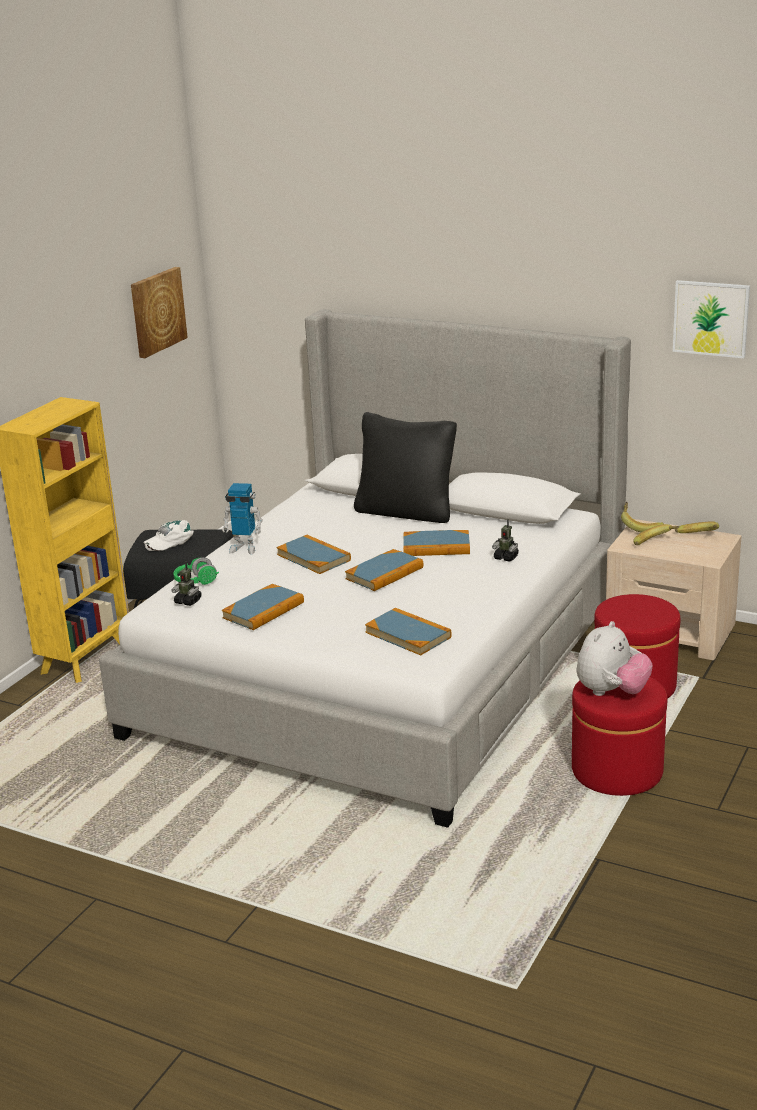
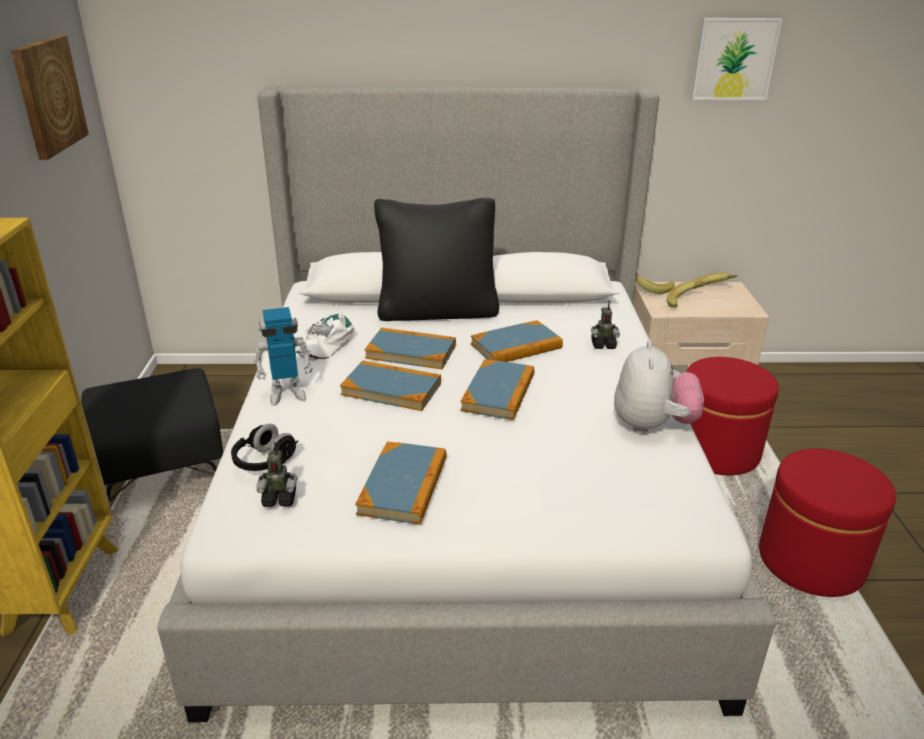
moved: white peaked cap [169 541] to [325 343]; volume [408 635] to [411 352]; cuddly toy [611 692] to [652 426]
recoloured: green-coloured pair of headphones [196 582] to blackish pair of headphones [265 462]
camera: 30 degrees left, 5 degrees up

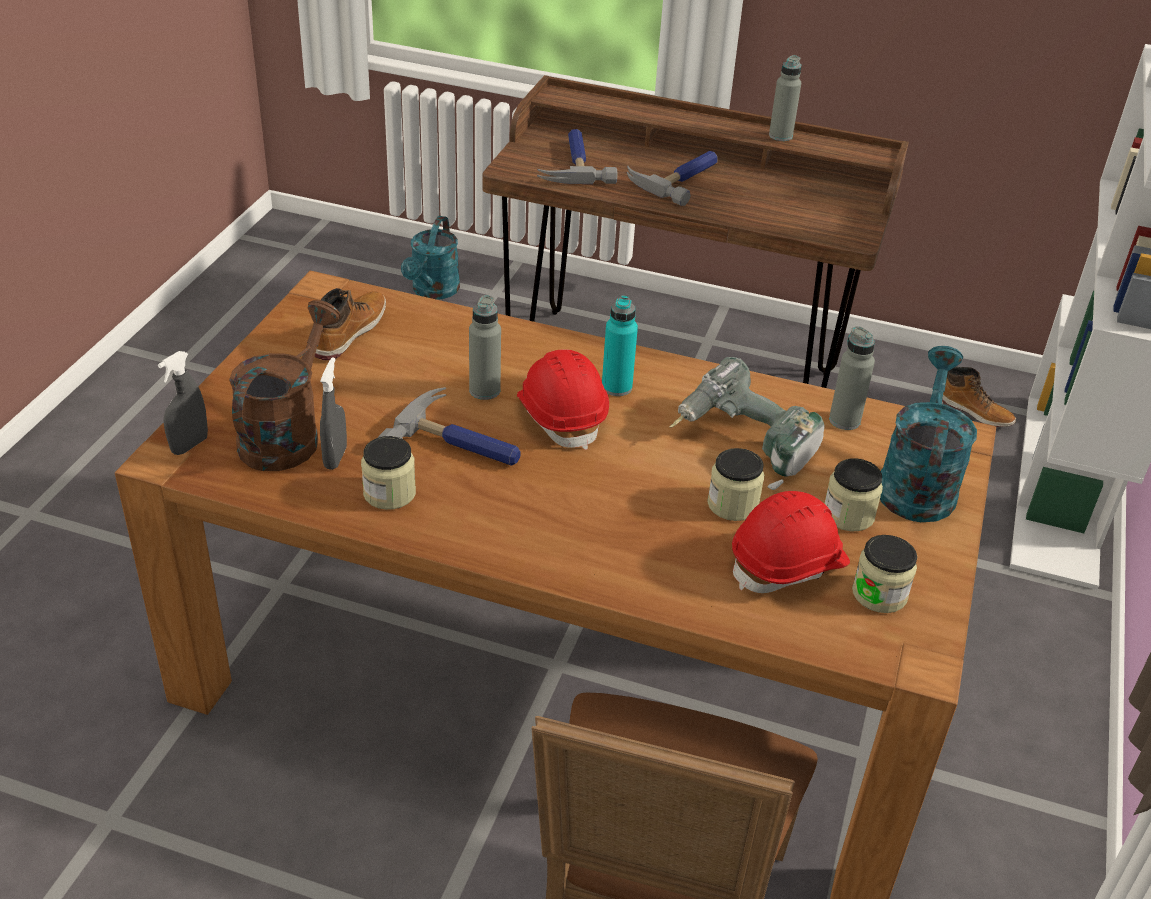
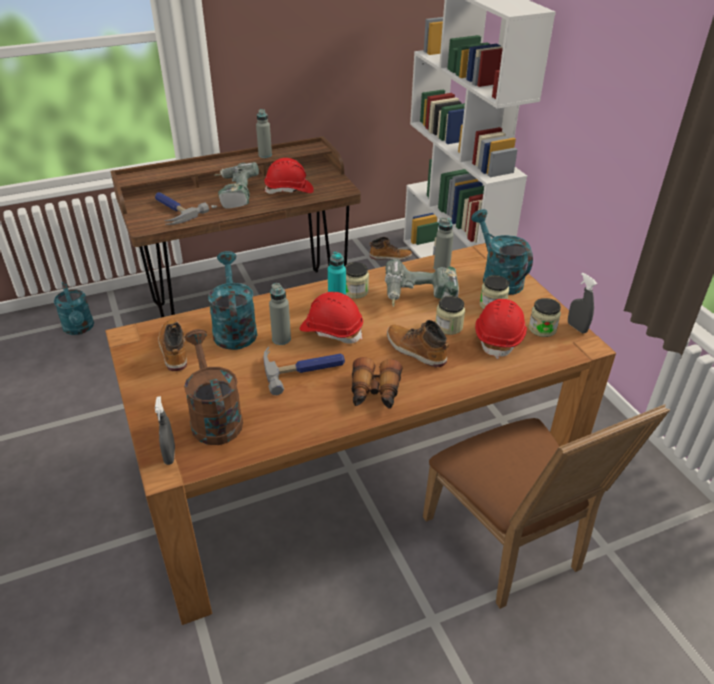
added: blue-green sprinkling can [234 328]; red hard hat [289 190]; binoculars [374 393]; tall boot [415 351]
moved: greyish spray bottle [335 457] to [577 327]; preserve jar [389 493] to [355 291]
replaced: hammer [679 178] to electric drill [234 196]
camera: 40 degrees left, 0 degrees up

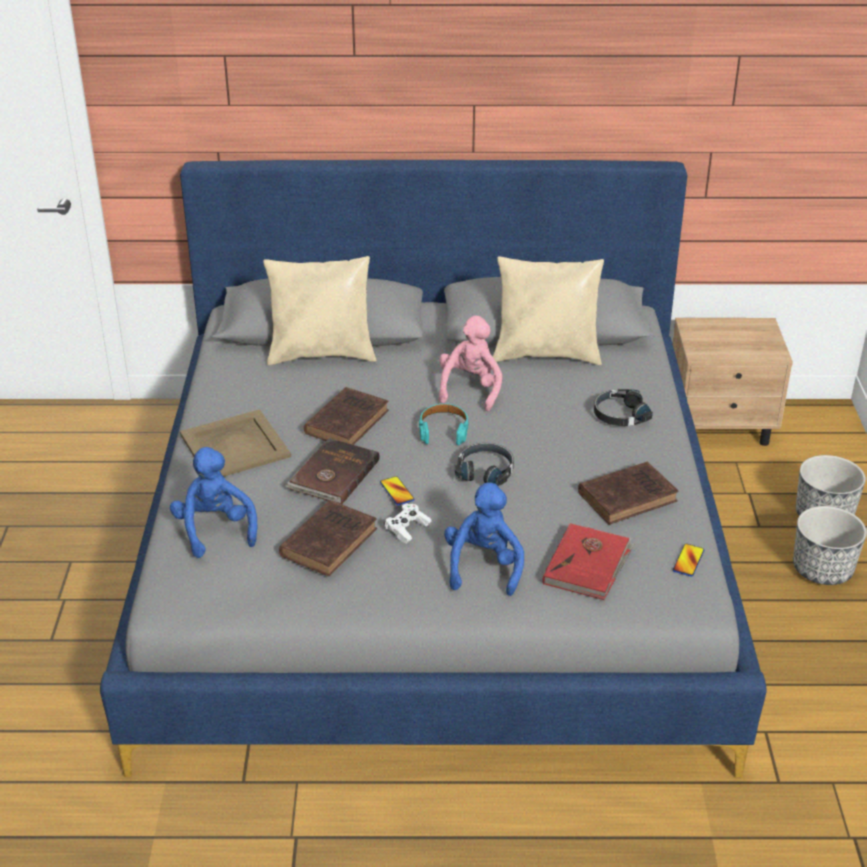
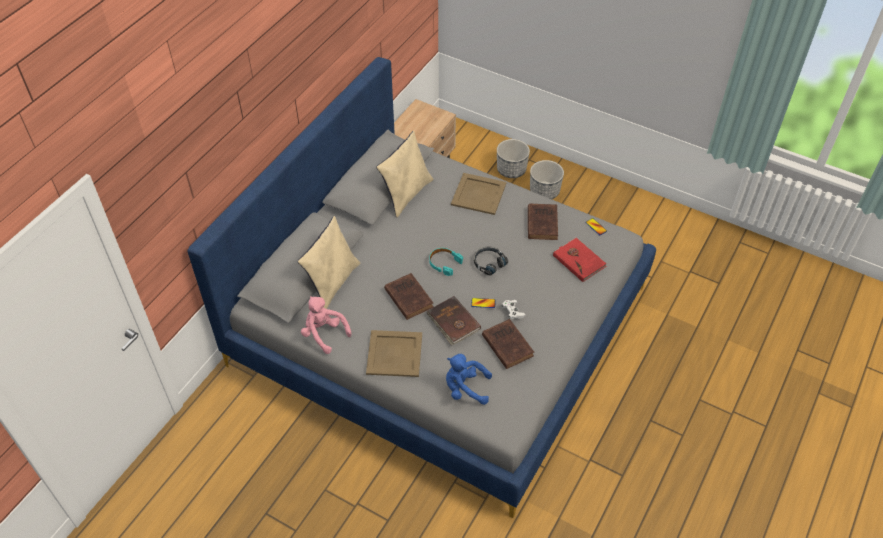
removed: bluish cuddly toy [483 566]
moved: pinkish cuddly toy [470 389] to [324 333]
replaced: blackish pair of headphones [620 415] to beige serving tray [478 194]
camera: 60 degrees left, 15 degrees up

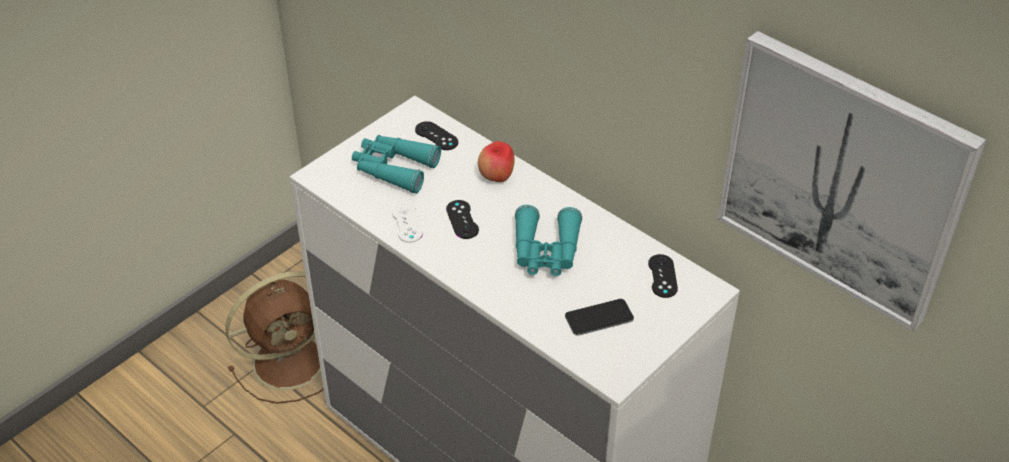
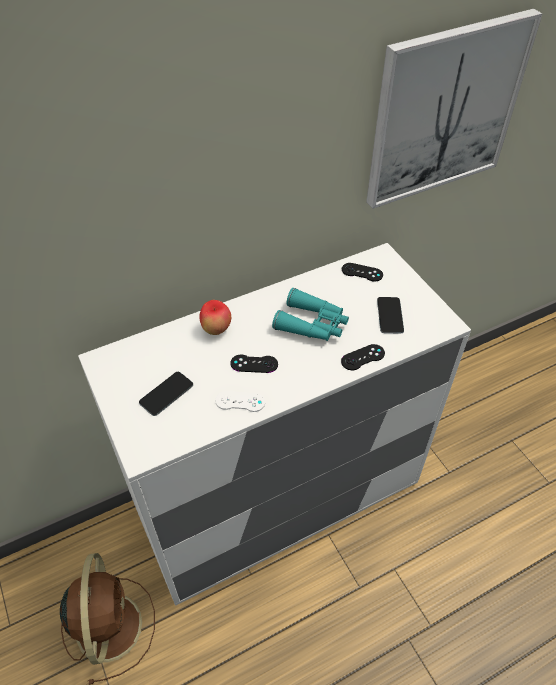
moved: blackish gamepad [436 136] to [363 357]
replaced: blue-green binoculars [393 168] to telephone [166 394]
camera: 70 degrees left, 5 degrees up

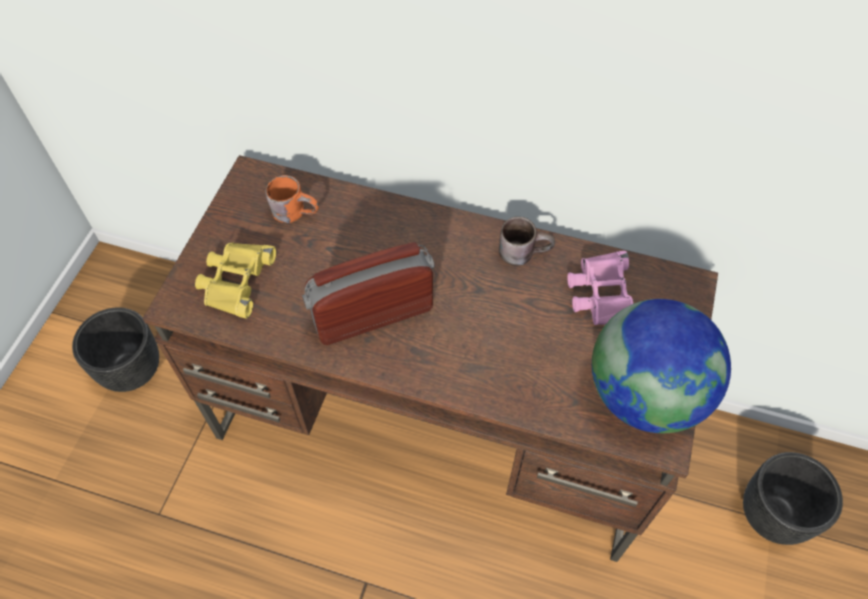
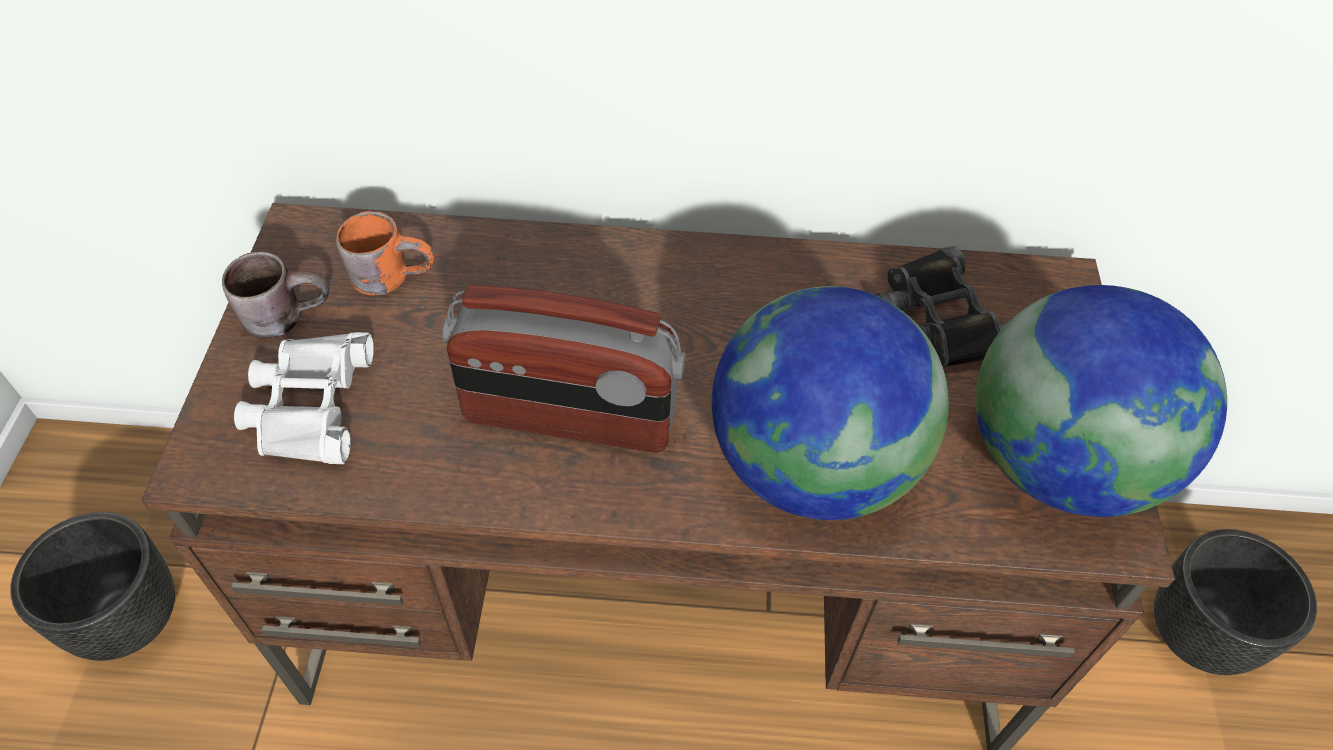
added: desk globe [812 465]
moved: brownish mug [523 251] to [286 313]
recoloured: yellow binoculars [235 281] to white binoculars [308 405]; pinkish binoculars [602 294] to blackish binoculars [934 320]
turned: radio receiver [373 314] = [569 418] 135 degrees counterclockwise
camera: 15 degrees left, 5 degrees down

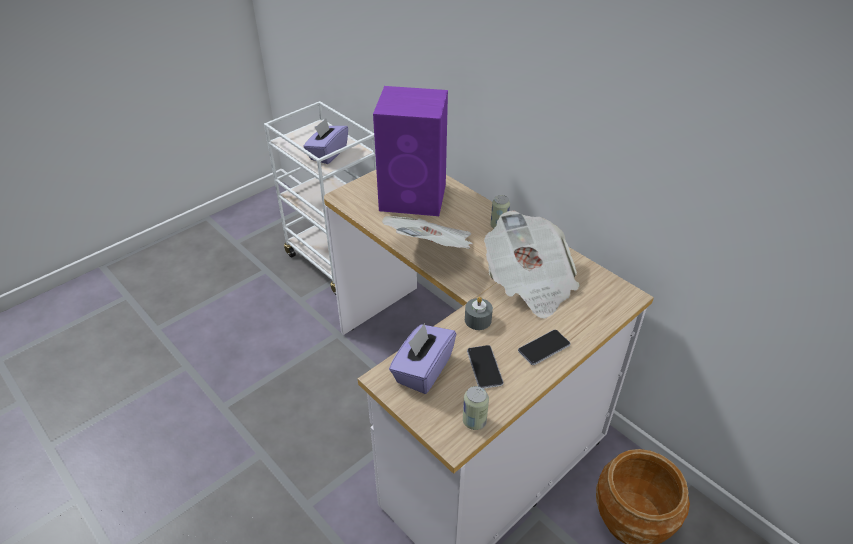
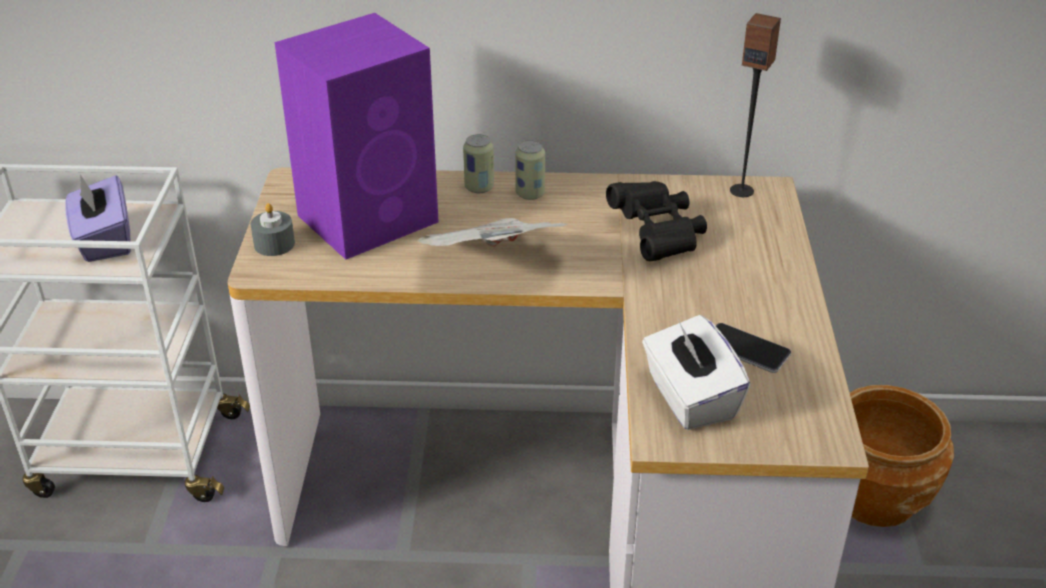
removed: telephone [544 348]
added: loudspeaker [742 190]
moved: metal can [474 421] to [479 187]; greyish candle [478 320] to [274 244]
replaced: newspaper [529 283] to blackish binoculars [658 235]
recoloured: purplish tissue box [422 370] to white tissue box [689 398]
camera: 45 degrees left, 5 degrees down

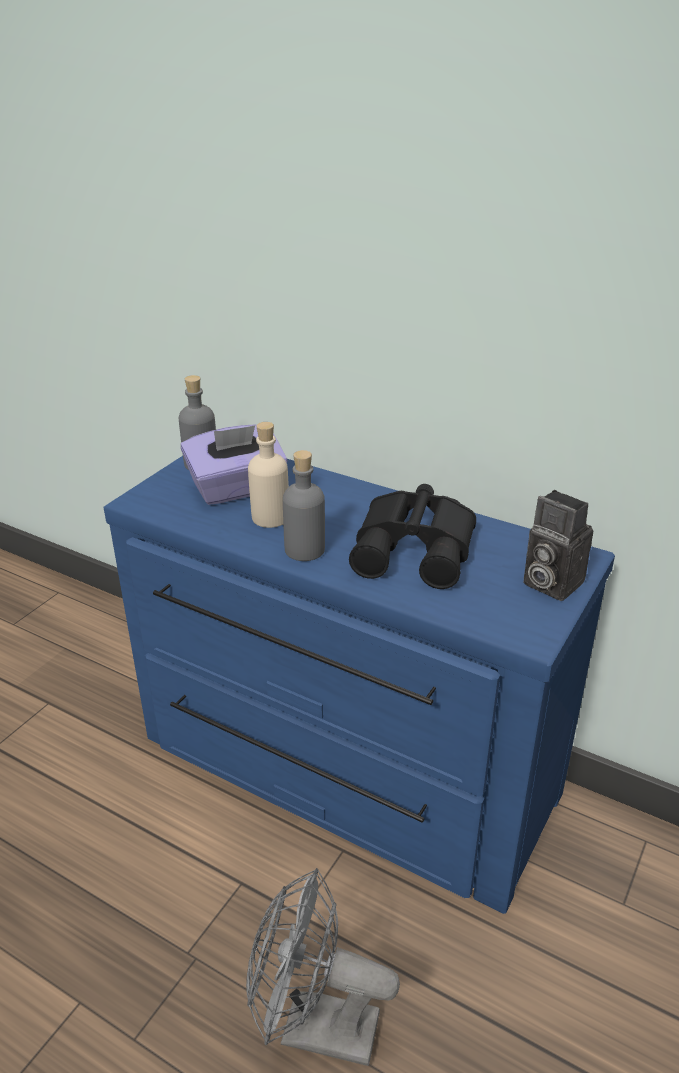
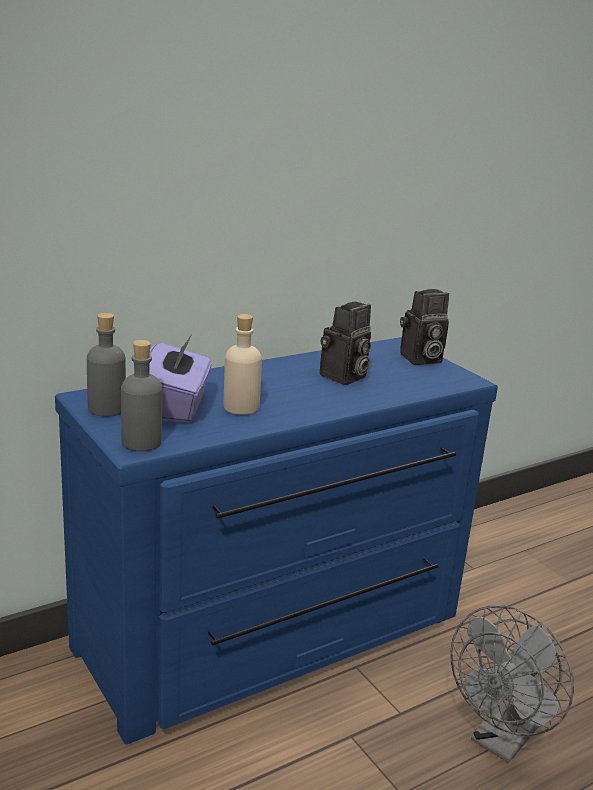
moved: greyish drink bottle [305 550] to [141 442]
replaced: blackish binoculars [417 548] to still camera [343 377]
camera: 65 degrees left, 10 degrees down

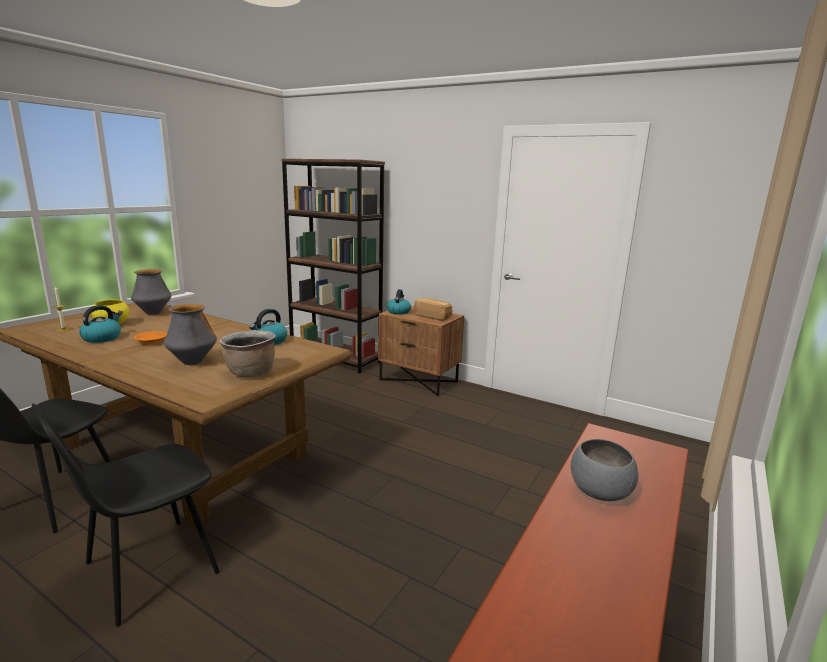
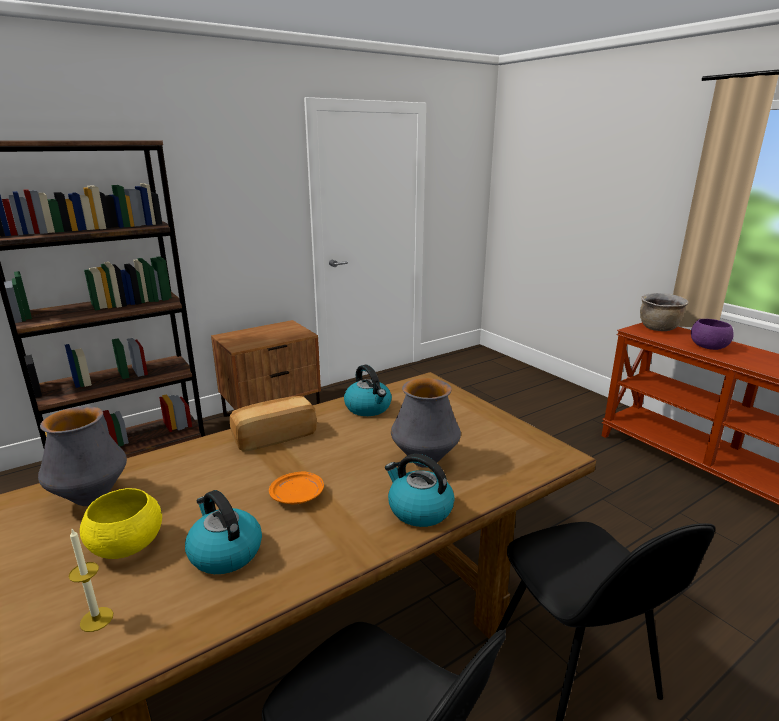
moved: brownish stockpot [250 373] to [658 328]; kettle [398 312] to [419 510]; baked bread [433 316] to [274 436]
recoloured: greyish deep dish [599 492] to purplish deep dish [709 347]
camera: 65 degrees left, 5 degrees up

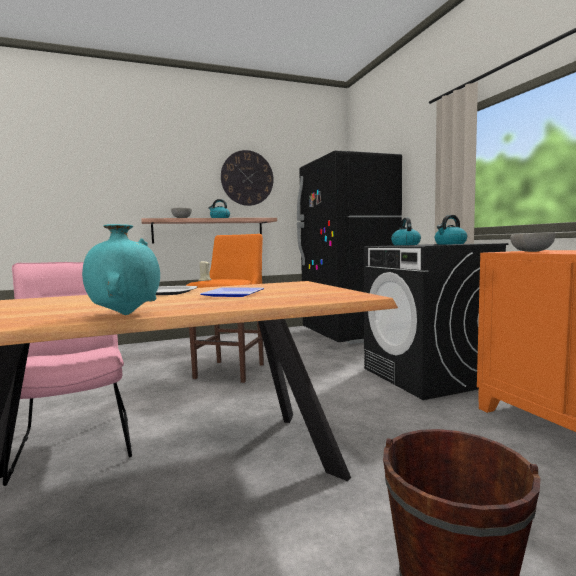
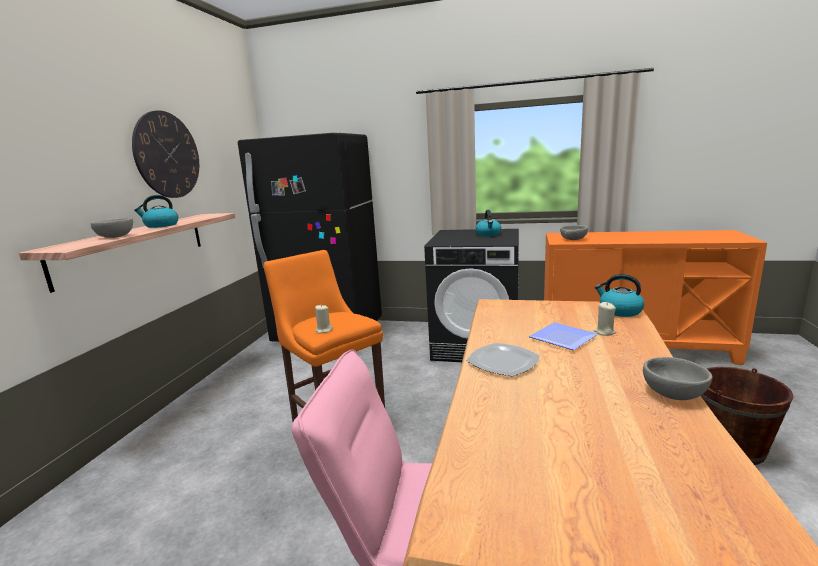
added: beige candle [604 332]
moved: kettle [405 245] to [619 311]
replaced: blue-green vase [125 314] to greyish deep dish [672 394]
camera: 55 degrees left, 10 degrees up

